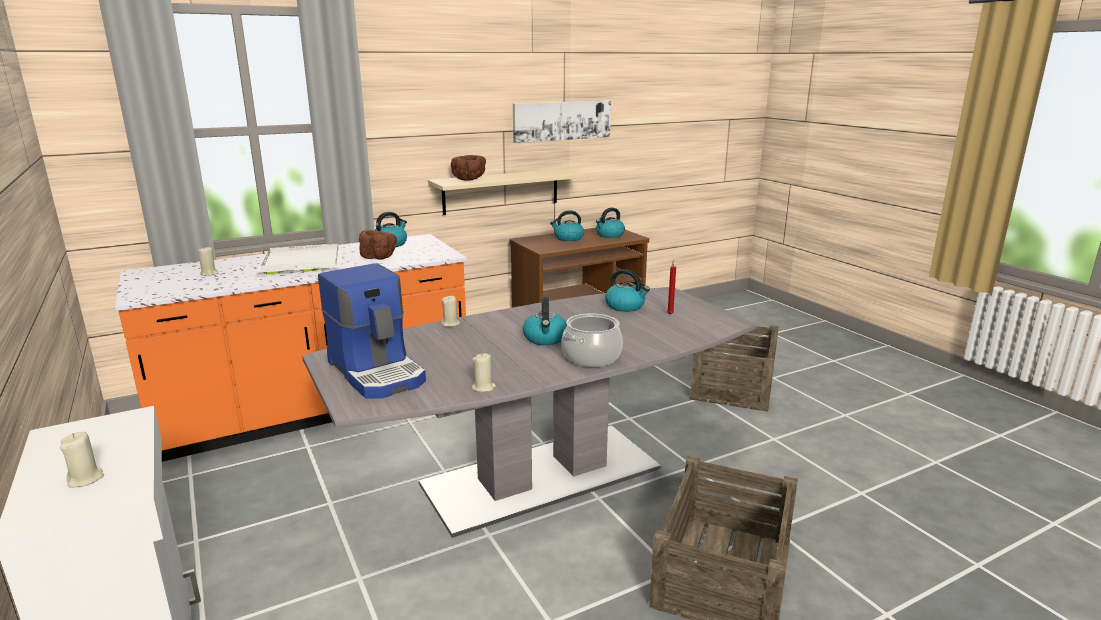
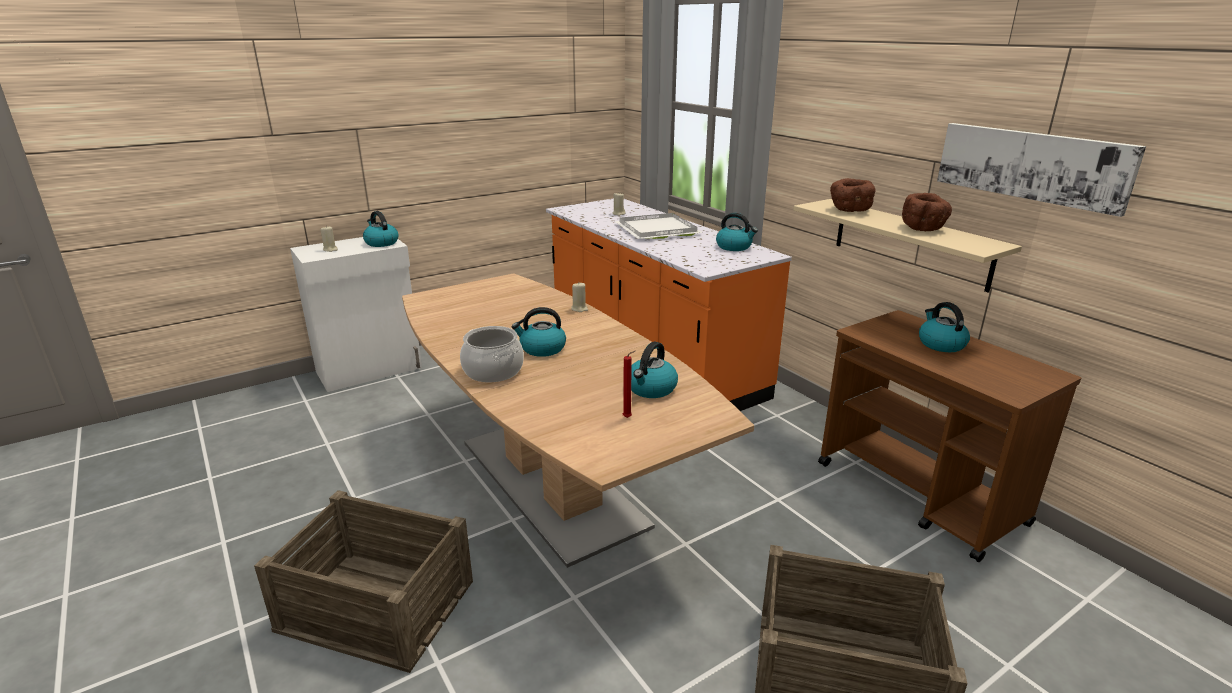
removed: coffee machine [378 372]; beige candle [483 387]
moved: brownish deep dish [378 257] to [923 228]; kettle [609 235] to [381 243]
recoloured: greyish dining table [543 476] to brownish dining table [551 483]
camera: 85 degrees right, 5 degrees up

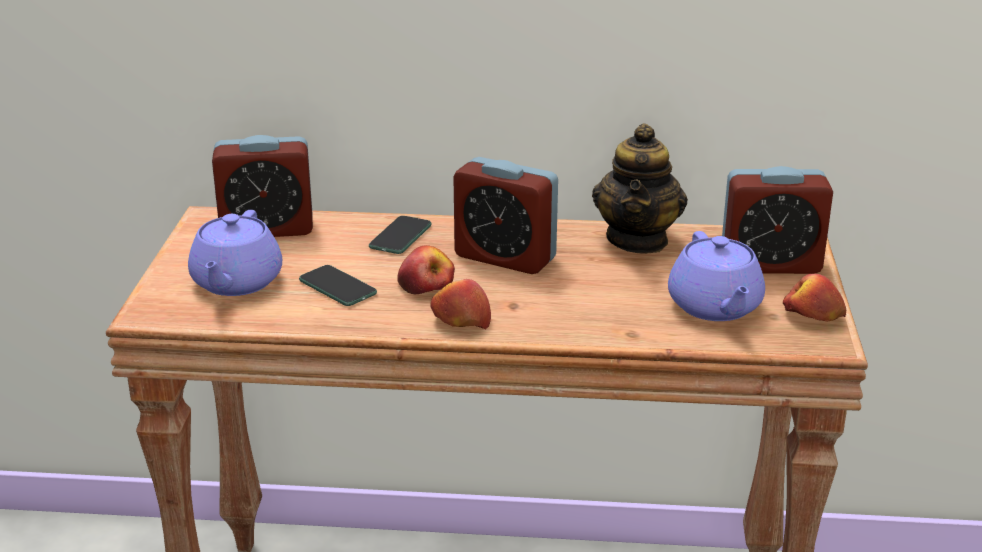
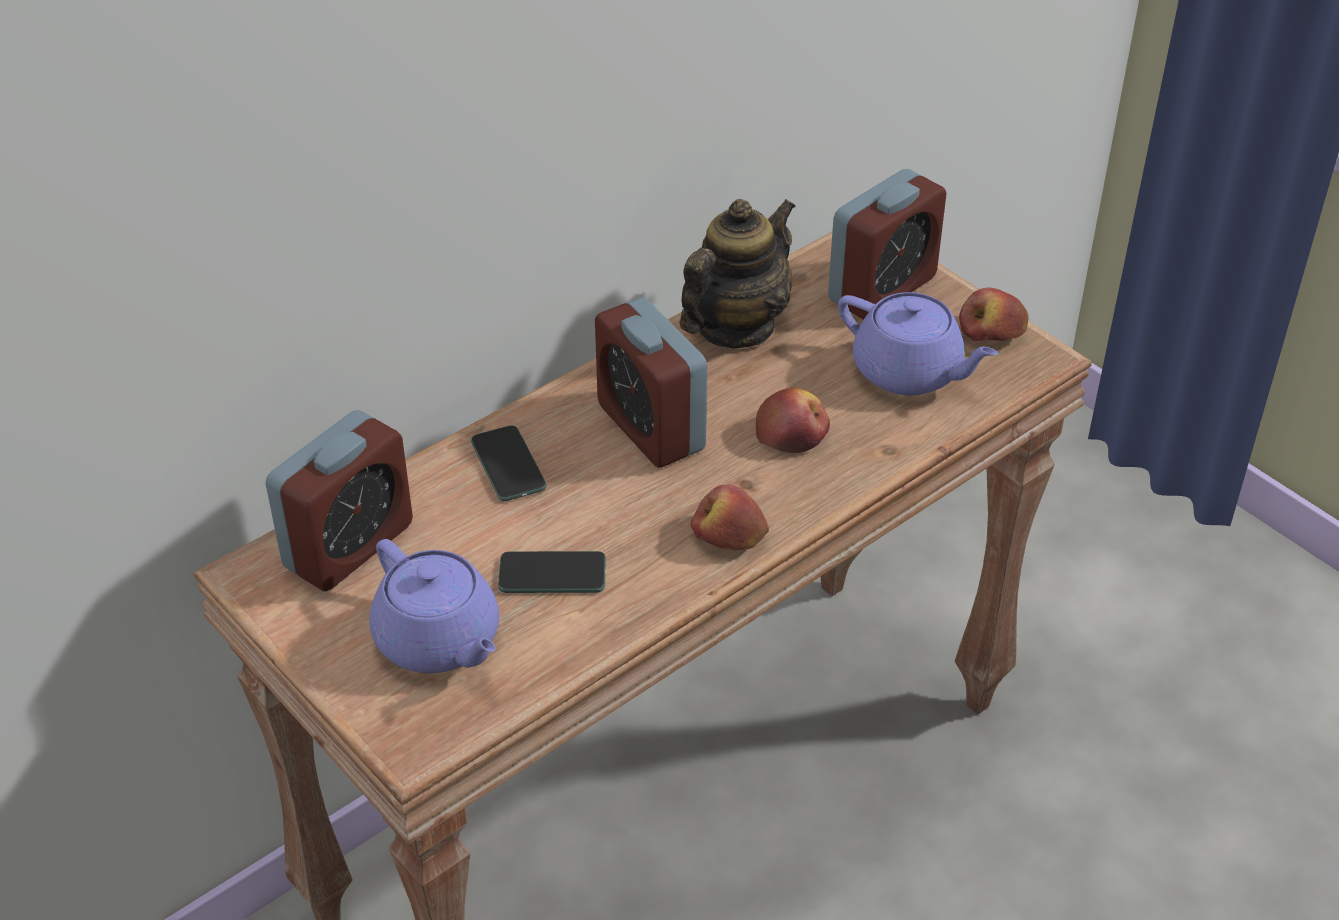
moved: apple [426 285] to [792 433]
turned: alarm clock [505 257] = [651 427] 75 degrees clockwise; pot for tea [638 240] = [735 327] 105 degrees counterclockwise
camera: 45 degrees left, 15 degrees up

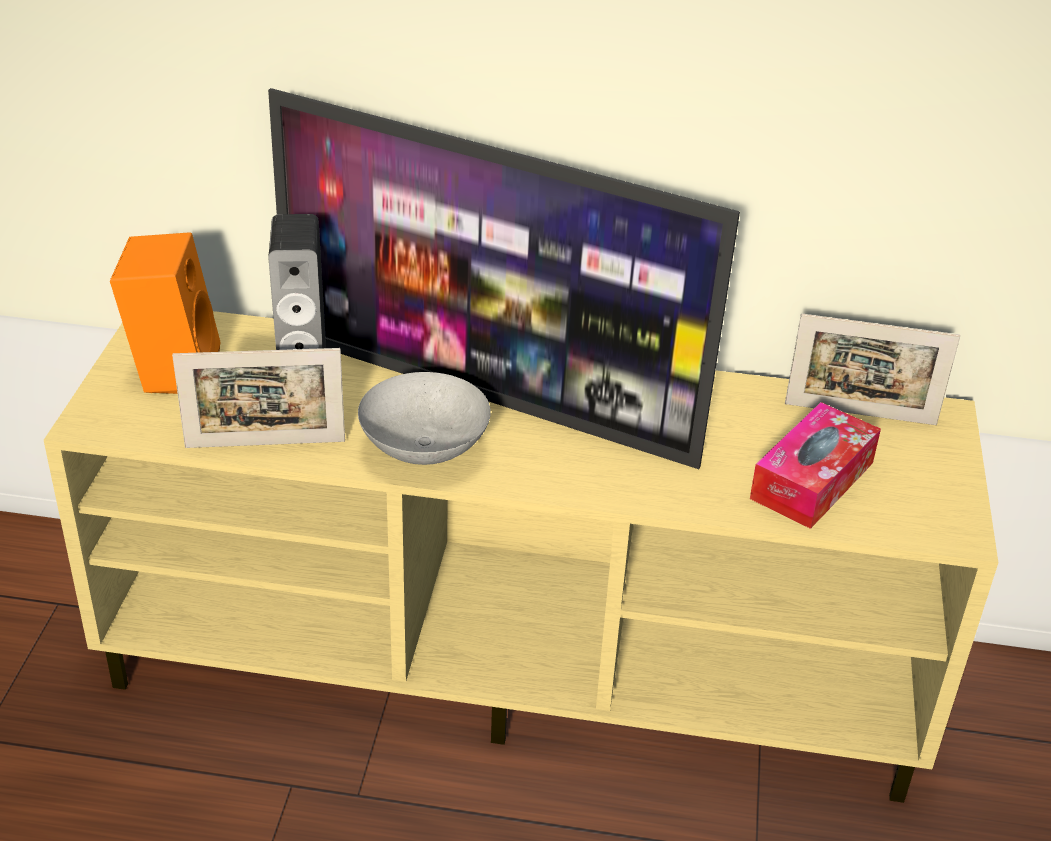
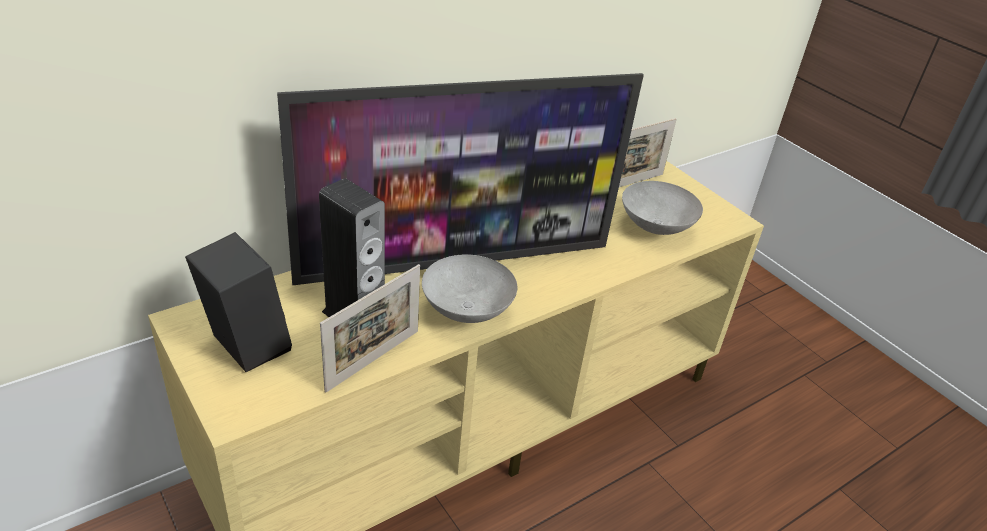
replaced: tissue box [812 480] to greyish deep dish [655 226]
recoloured: orange loudspeaker [173 370] to blackish loudspeaker [244 346]
camera: 45 degrees left, 0 degrees up

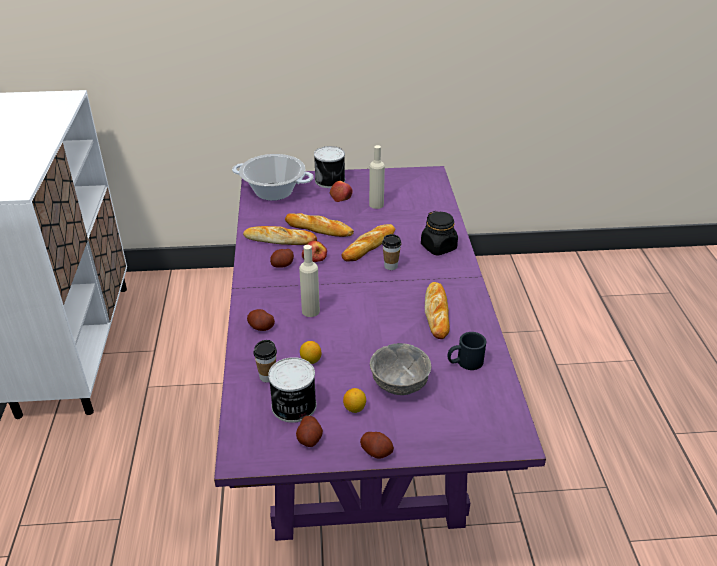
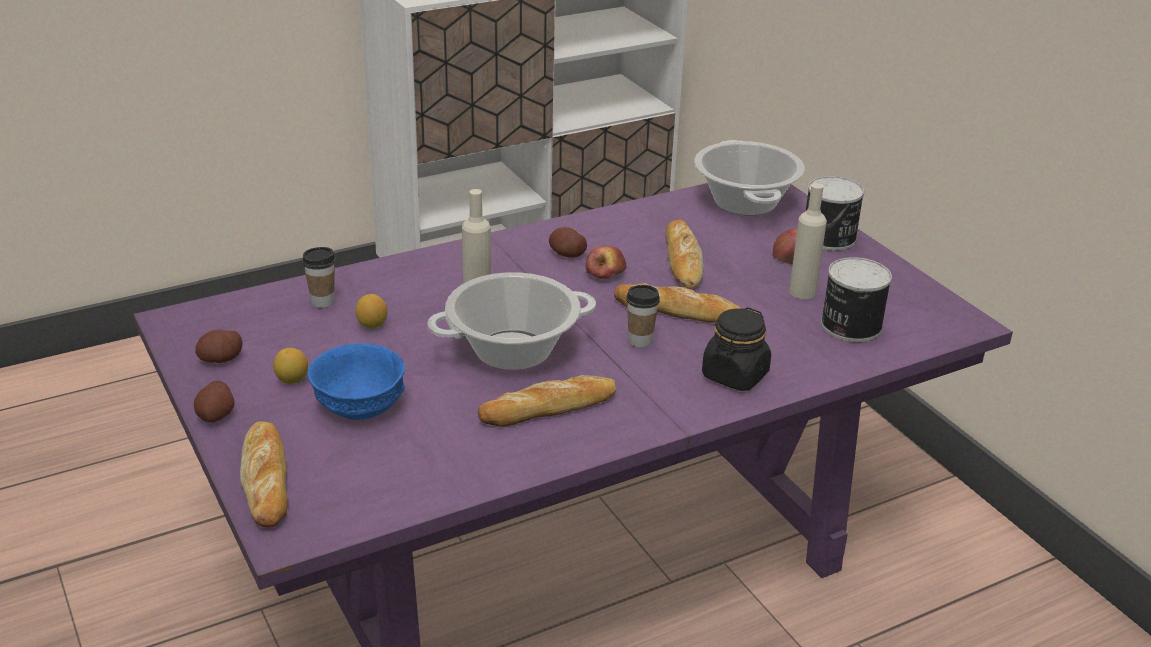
removed: spud [261 327]; blackish mug [464 362]
added: stockpot [512 350]
moved: baked bread [280 239] to [266 479]; metal can [293 406] to [849 325]
recoloured: greyish deep dish [399 384] to bluish deep dish [360 405]
camera: 65 degrees right, 5 degrees down

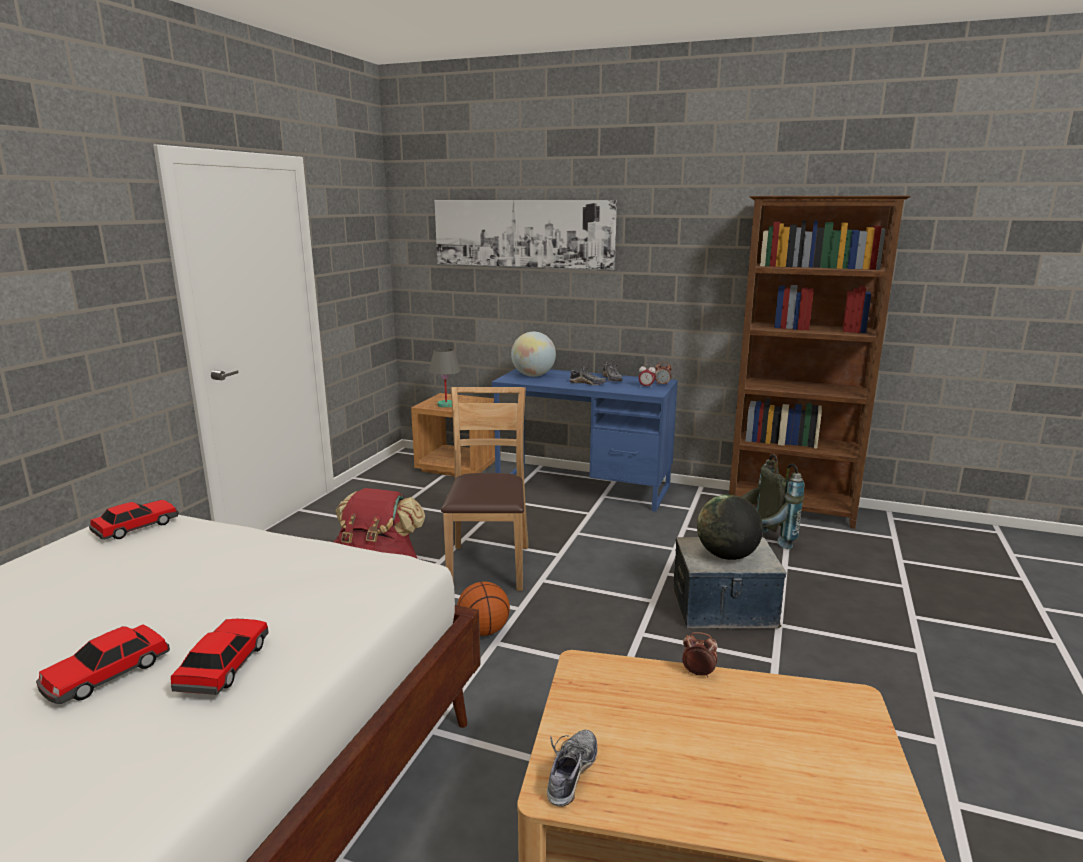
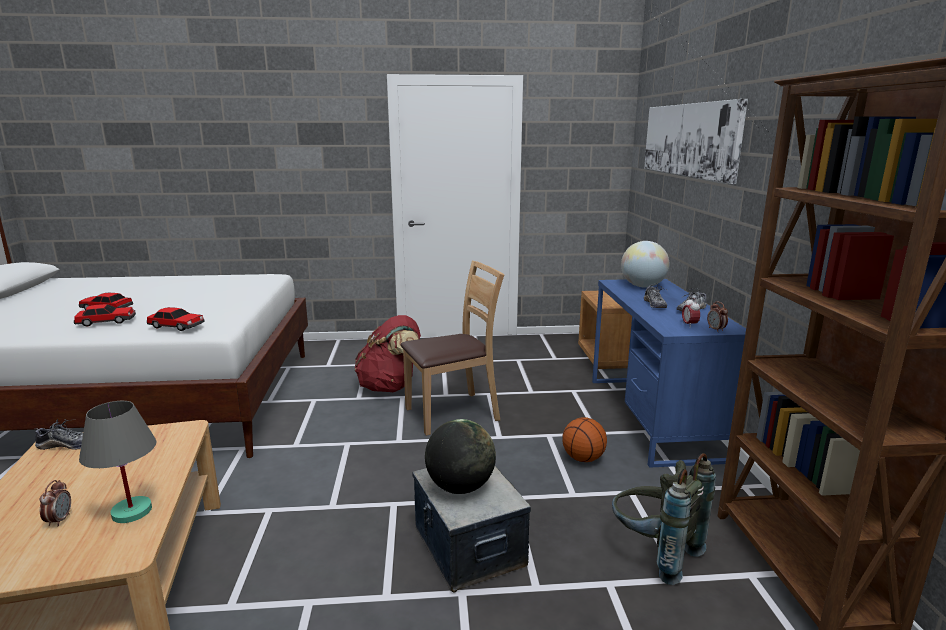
moved: model car [137 527] to [177 326]; greyish tabletop lamp [445 405] to [132 511]; basketball [484 631] to [583 459]; alarm clock [698 673] to [59 520]
camera: 65 degrees right, 0 degrees up

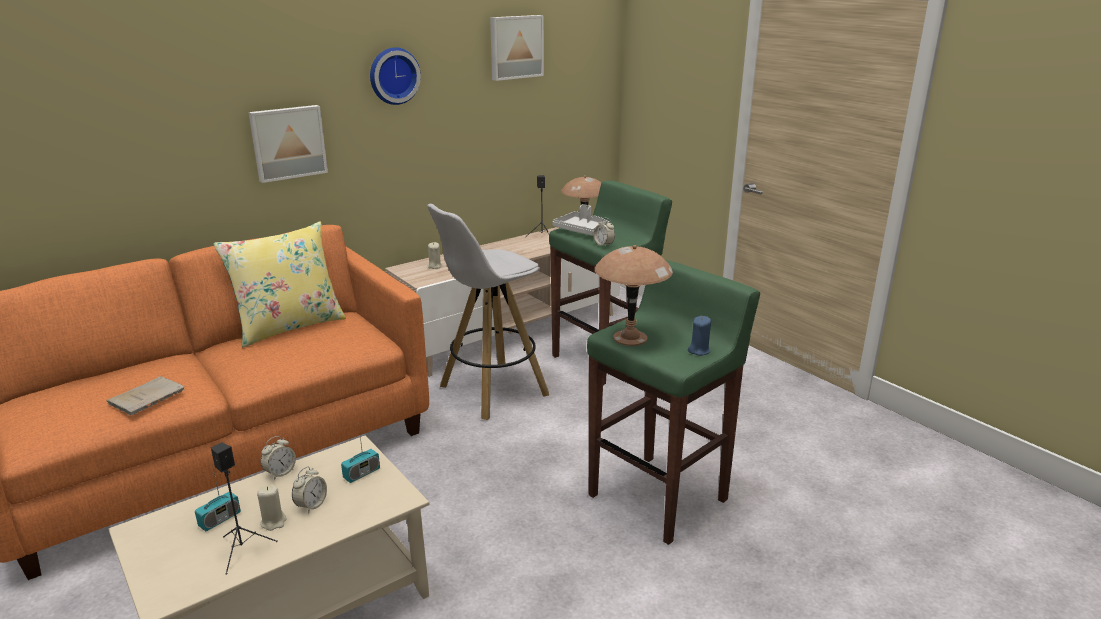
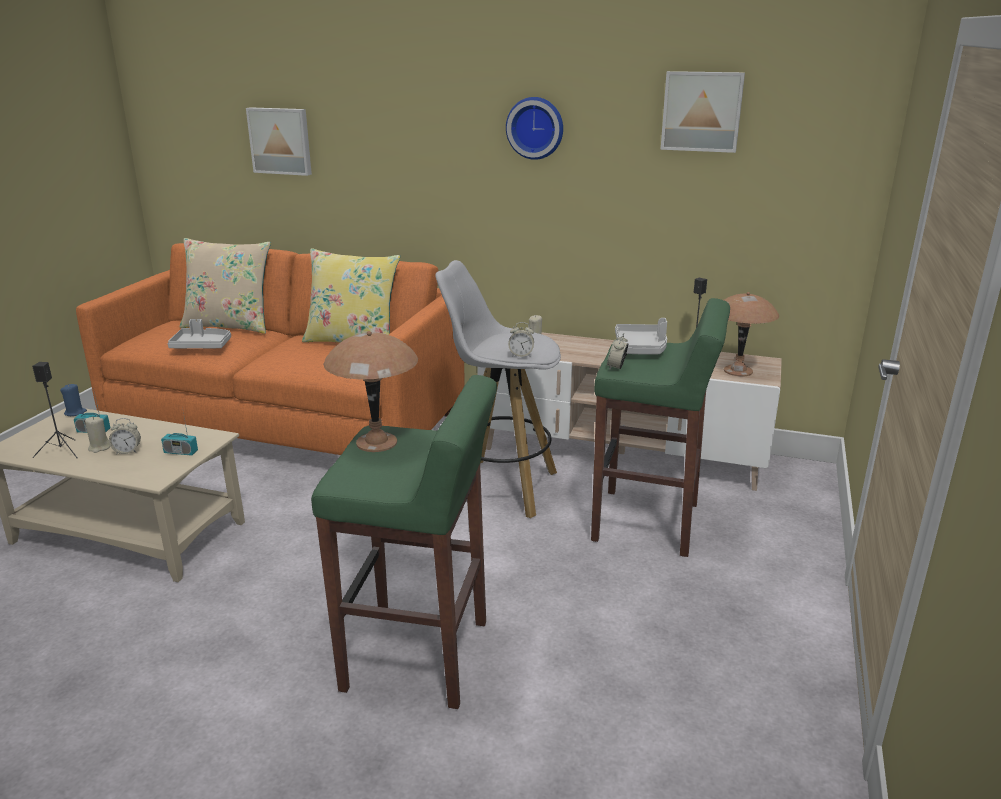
added: beige cushion [230 325]
moved: wall picture [288 142] to [281 141]; alarm clock [280 472] to [521 355]; bluish candle [699 350] to [75 413]
replaced: beige volume [149 397] to greyish serving tray [202 346]
camera: 55 degrees right, 0 degrees up

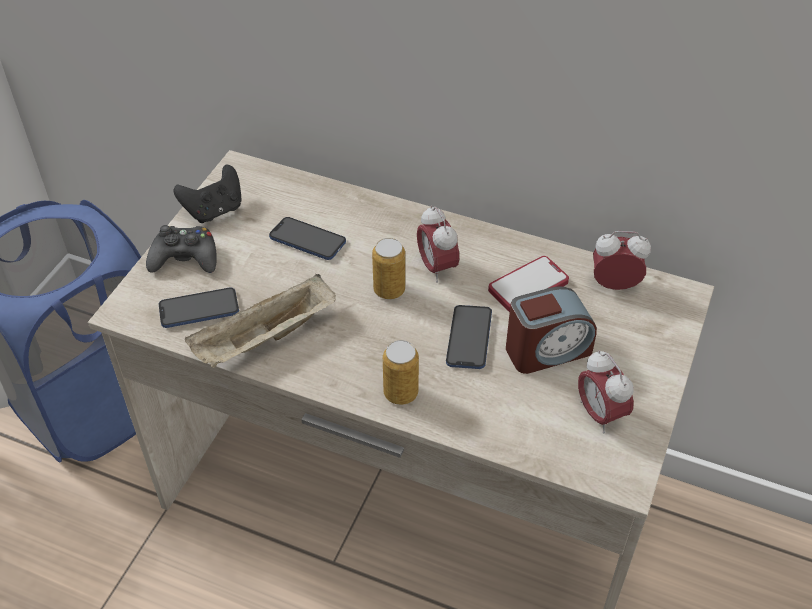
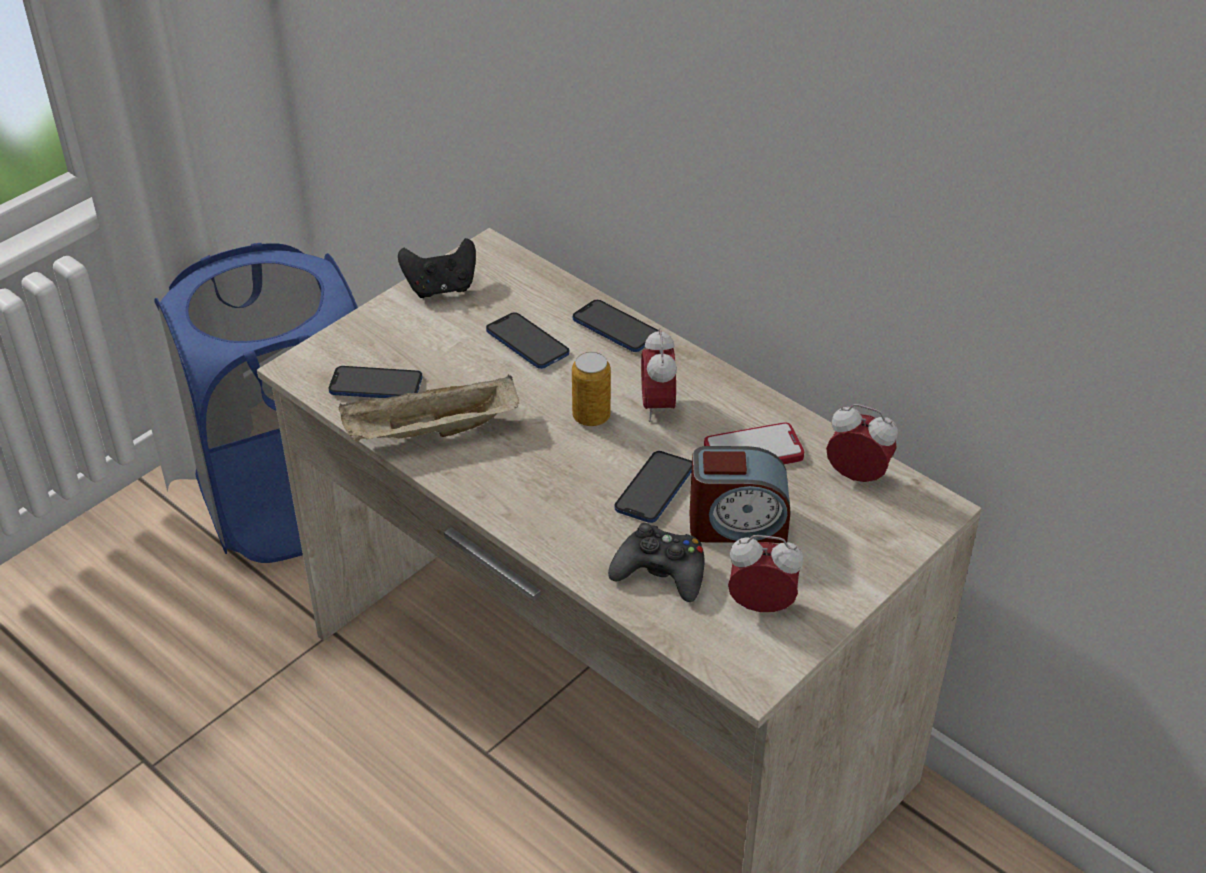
removed: metal can [400 393]
added: telephone [615 328]
moved: blackish gamepad [185 258] to [661 572]
turned: alarm clock [600 414] = [761 605] 105 degrees clockwise
camera: 20 degrees right, 5 degrees down

